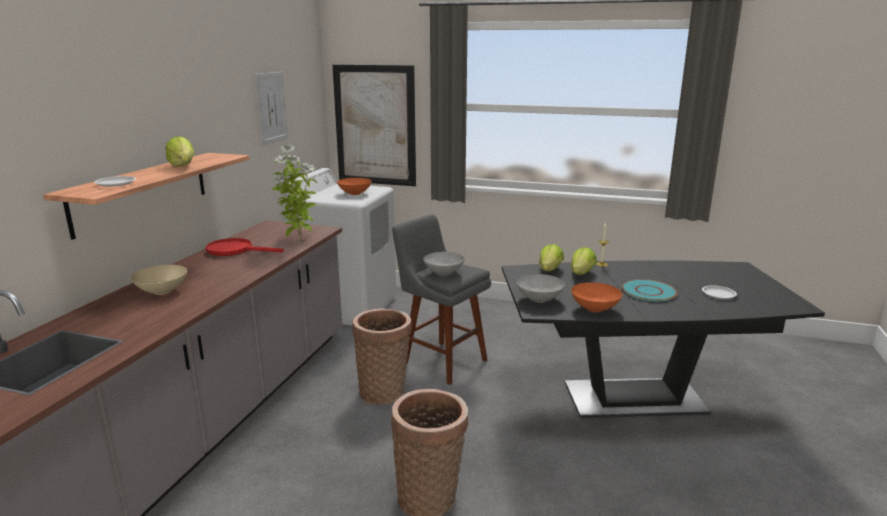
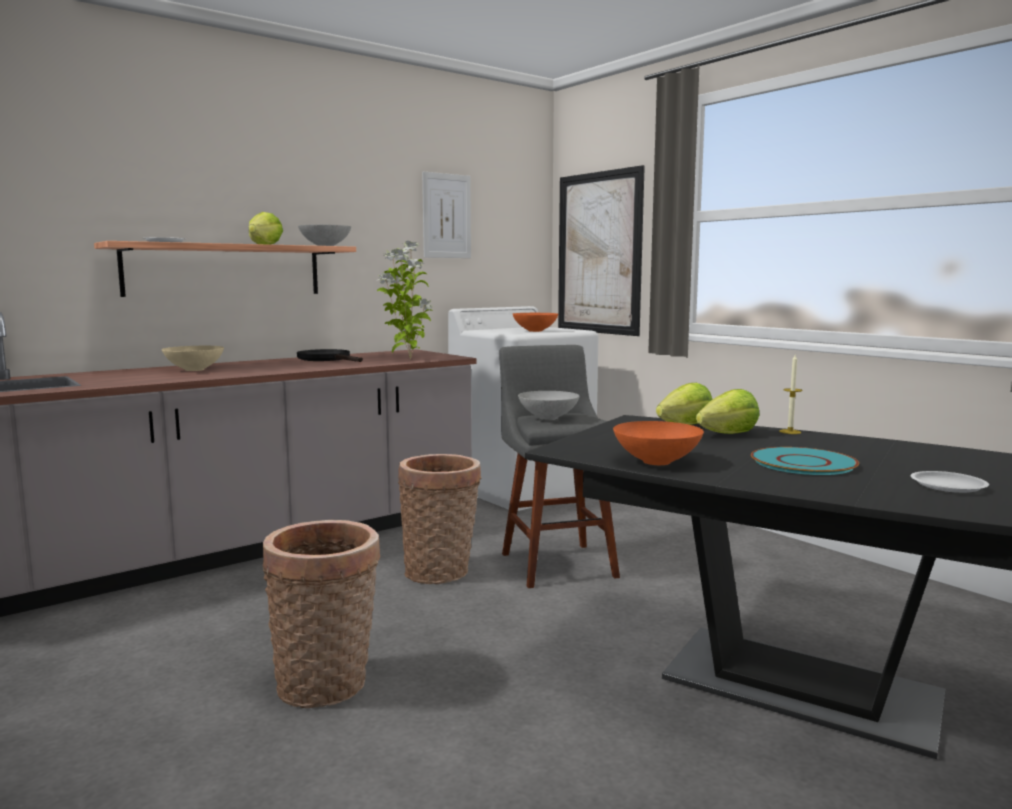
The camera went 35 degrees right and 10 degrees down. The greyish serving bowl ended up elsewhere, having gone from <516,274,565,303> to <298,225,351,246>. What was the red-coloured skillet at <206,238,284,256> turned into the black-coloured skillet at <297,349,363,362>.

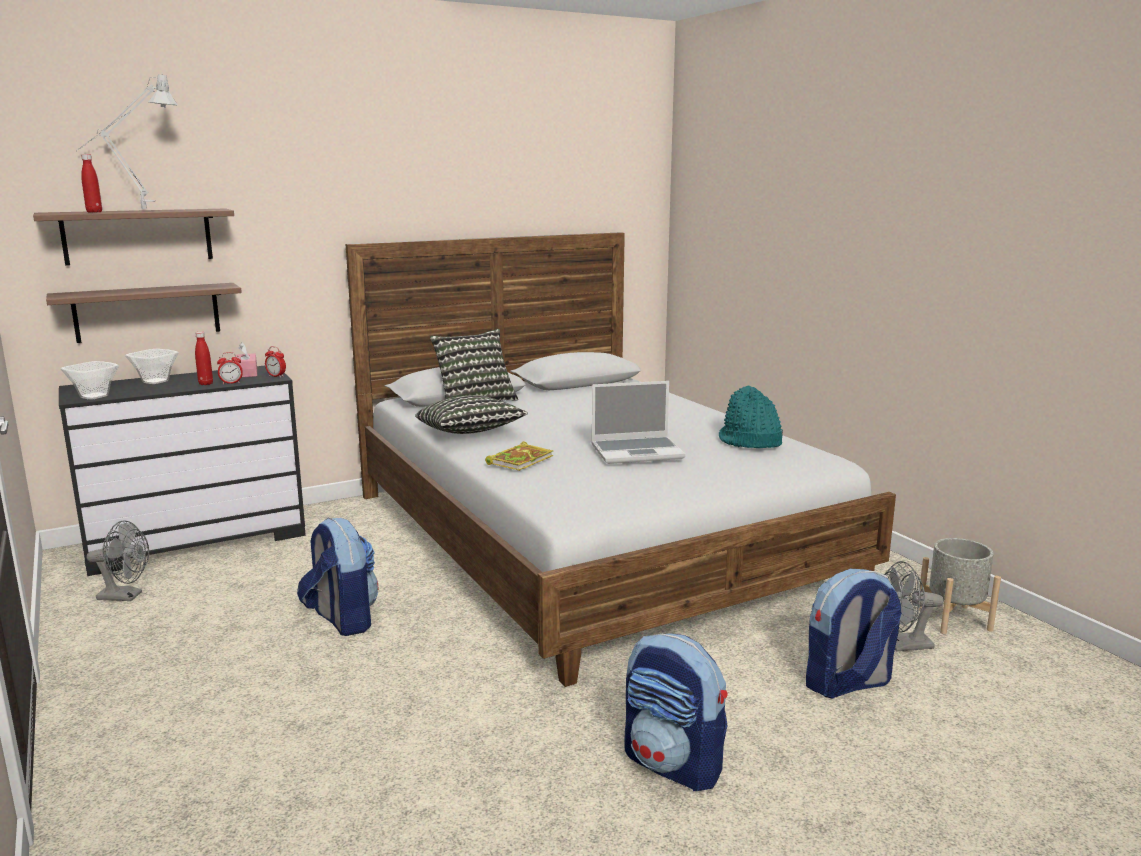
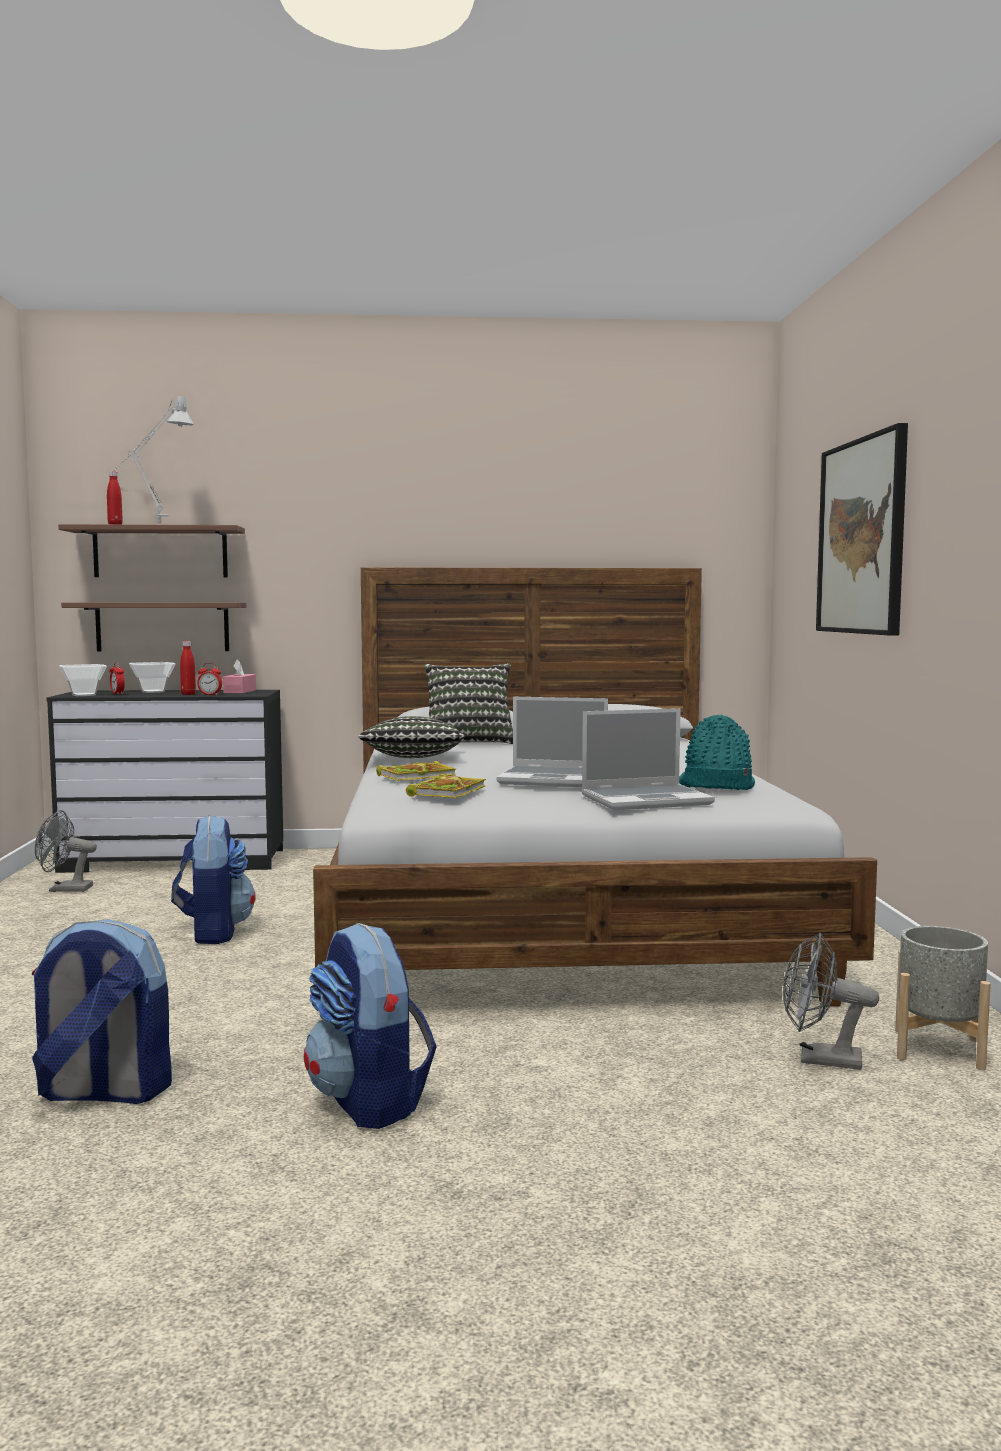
The camera went 25 degrees right and 10 degrees down. The second view gained the book at <406,773,486,798>. The second view gained the laptop at <581,708,715,810>. The second view gained the wall art at <816,423,908,636>. The bedside clock ended up elsewhere, having gone from <265,346,286,378> to <109,662,125,694>. The backpack ended up elsewhere, having gone from <806,569,902,698> to <32,919,172,1104>. The greyish electric fan at <87,520,149,601> ended up facing another way, 150 degrees clockwise from before.

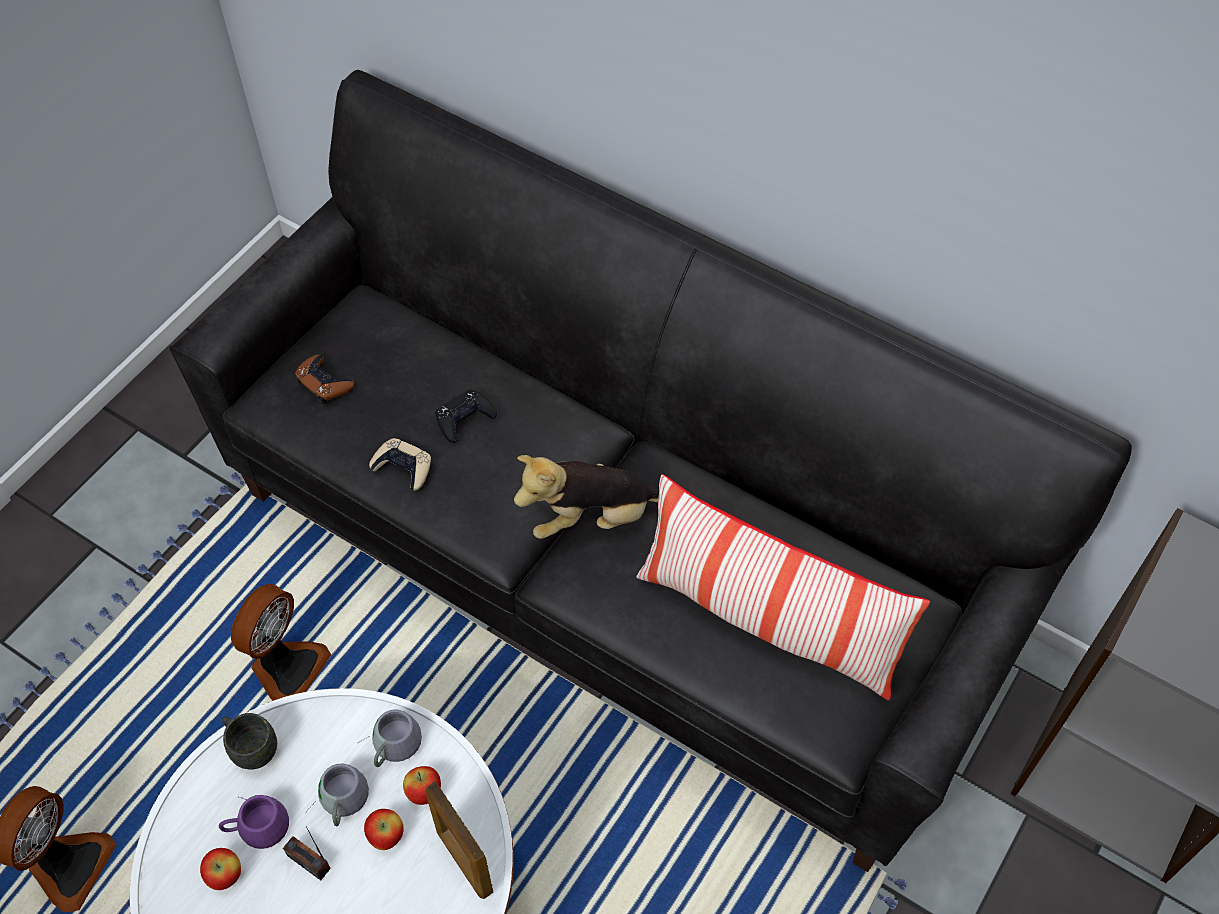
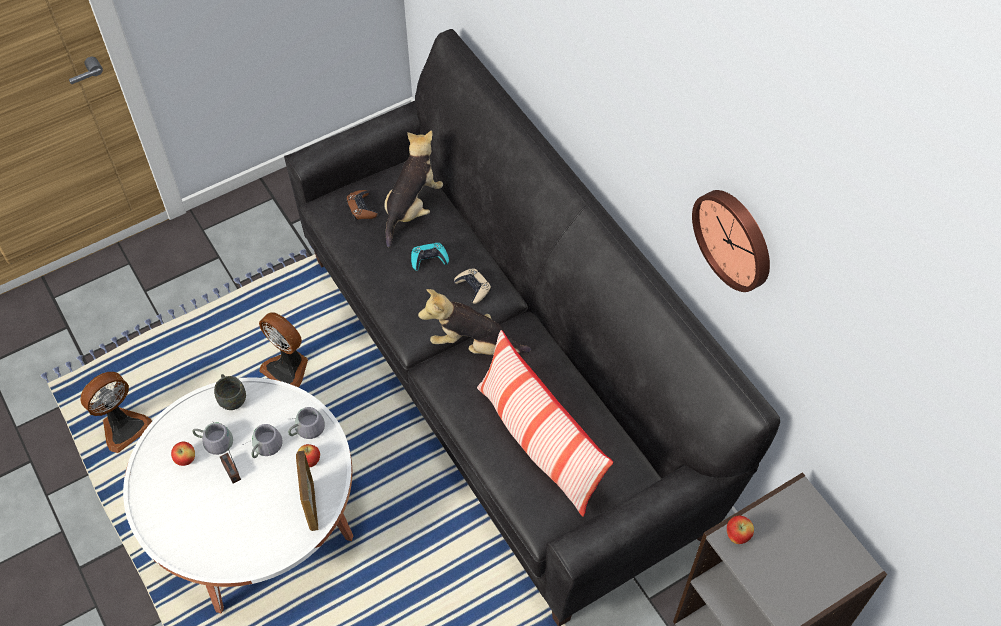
The camera went 25 degrees right and 0 degrees up. The second view gained the soft toy at <384,130,443,248>. The second view gained the clock on the wall at <692,190,770,292>. The apple ended up elsewhere, having gone from <364,809,404,850> to <727,516,754,544>. The sand-coloured joypad ended up elsewhere, having gone from <369,438,431,491> to <454,268,491,304>. What was the purple-coloured mug at <219,795,289,849> turned into the greyish mug at <192,422,233,455>. What was the black-coloured joypad at <435,390,497,443> turned into the blue-green joypad at <411,243,449,271>. The electric fan at <231,584,331,701> ended up facing another way, 75 degrees clockwise from before.

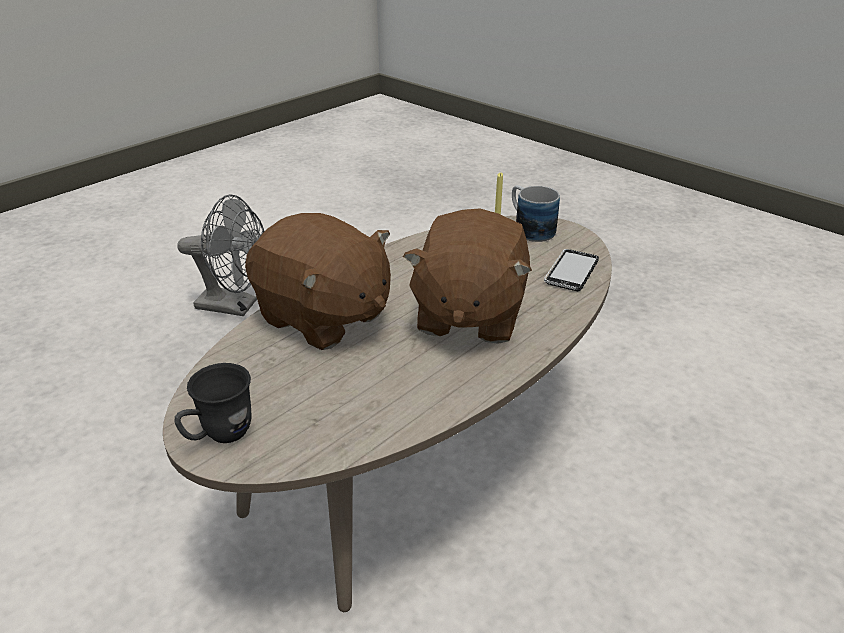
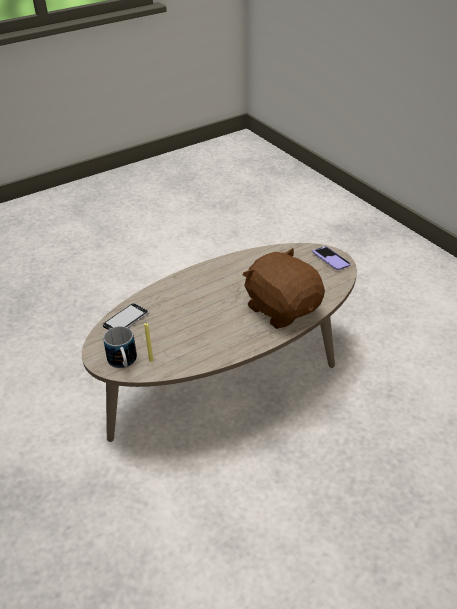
The camera went 165 degrees left and 5 degrees up. The second view lost the greyish electric fan at <177,194,265,316>. The second view lost the brown soft toy at <403,208,532,344>. Where the greyish mug stood at <174,363,251,443>, the telephone came to stand at <312,246,351,270>.

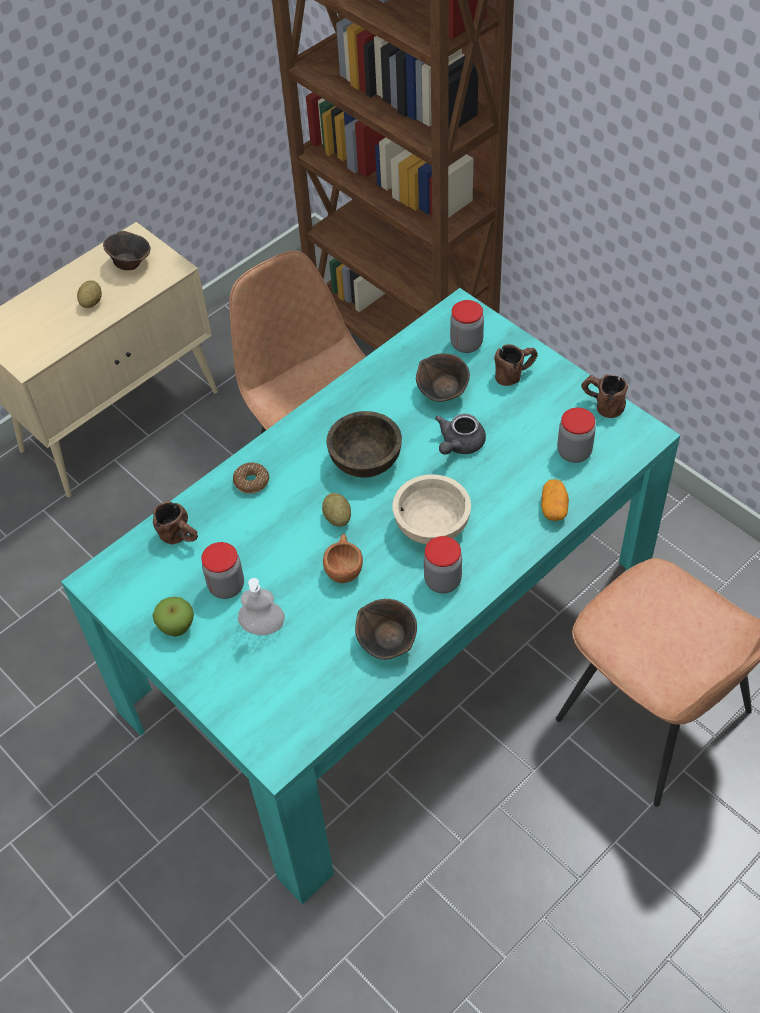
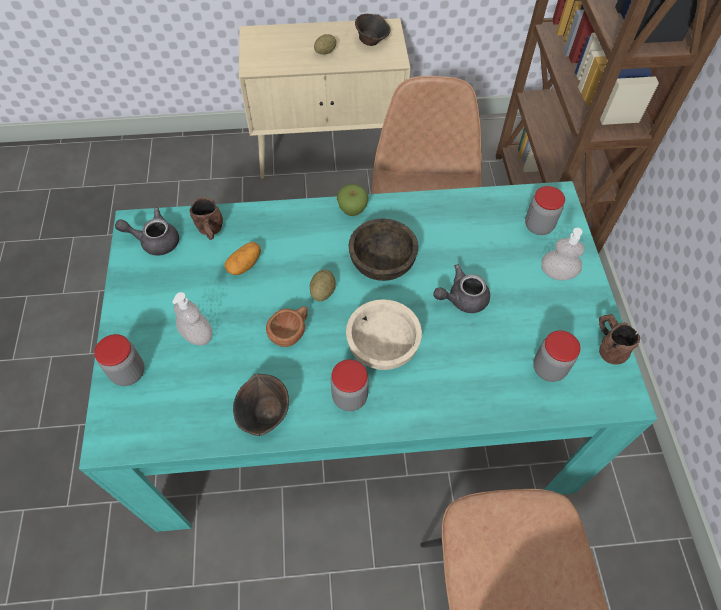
The camera went 35 degrees right and 5 degrees up. The second view lost the ring doughnut at <233,463,269,494>. The second view lost the brown serving bowl at <416,353,470,402>. The second view gained the greyish tea pot at <115,208,179,256>. The apple ended up elsewhere, having gone from <153,597,194,637> to <337,184,369,216>. The preserve jar ended up elsewhere, having gone from <201,542,244,599> to <94,334,144,386>. The whole potato ended up elsewhere, having gone from <541,479,569,521> to <225,242,261,275>. Where the brown mug stood at <494,344,538,386>, the soap bottle came to stand at <541,228,585,280>.

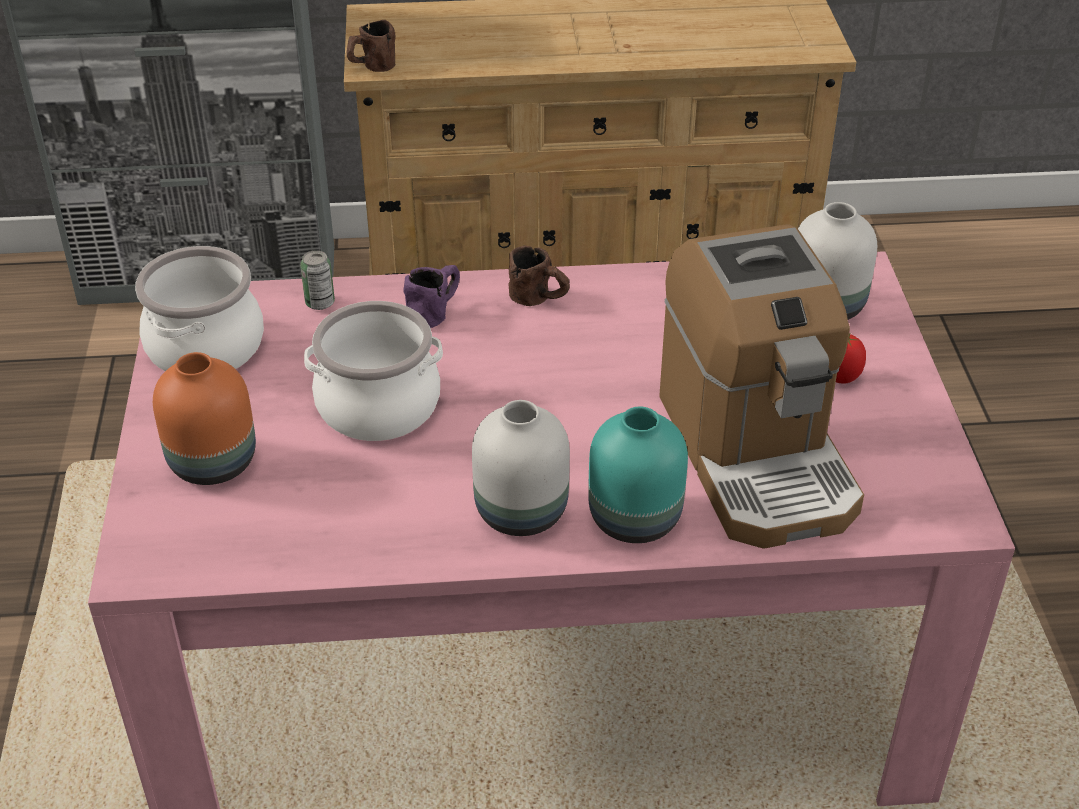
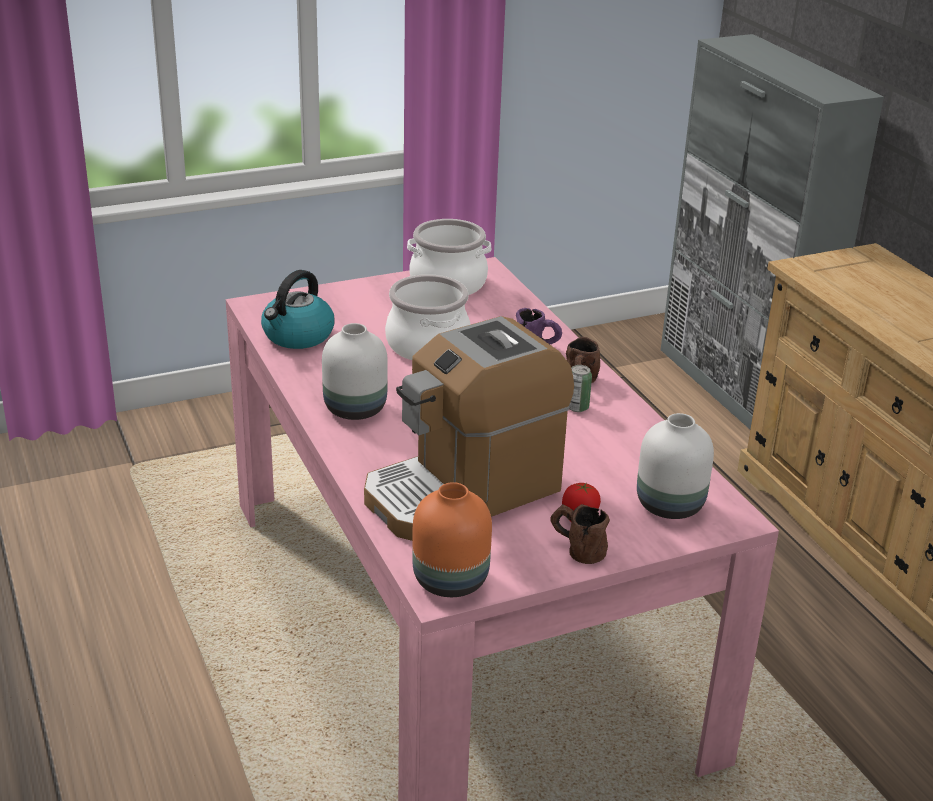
The camera went 70 degrees right and 10 degrees down. The second view lost the blue-green flower vase at <588,407,688,543>. The second view gained the tea kettle at <261,270,335,349>. The orangey flower vase ended up elsewhere, having gone from <153,352,256,485> to <412,482,492,597>. The can ended up elsewhere, having gone from <300,250,335,310> to <569,365,592,412>. The brown mug ended up elsewhere, having gone from <347,20,396,72> to <550,504,610,564>.

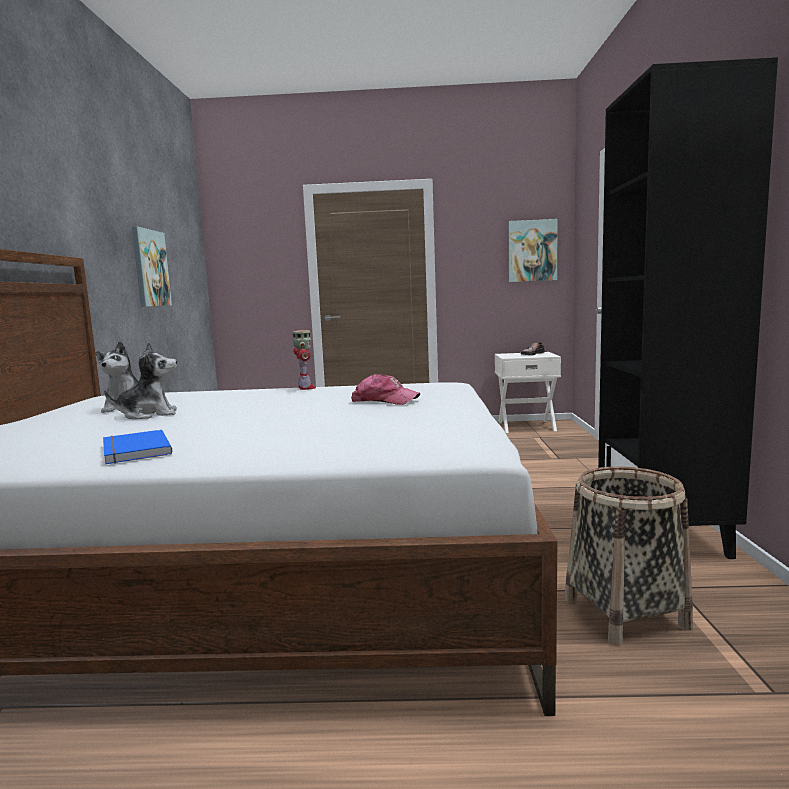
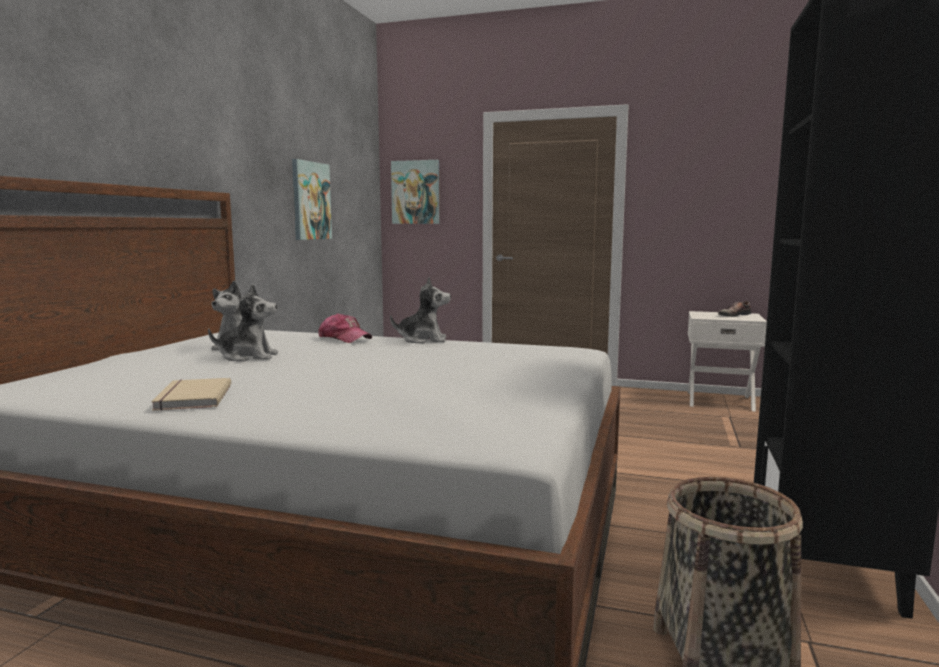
The camera went 15 degrees right and 0 degrees up. The cap ended up elsewhere, having gone from <351,374,420,405> to <318,313,372,343>. The wall art ended up elsewhere, having gone from <508,219,558,282> to <391,160,440,224>. Where the robot figure stood at <292,330,316,390>, the soft toy came to stand at <390,277,451,344>. What was the bluish book at <103,430,172,464> turned into the sand-coloured book at <151,378,231,411>.

